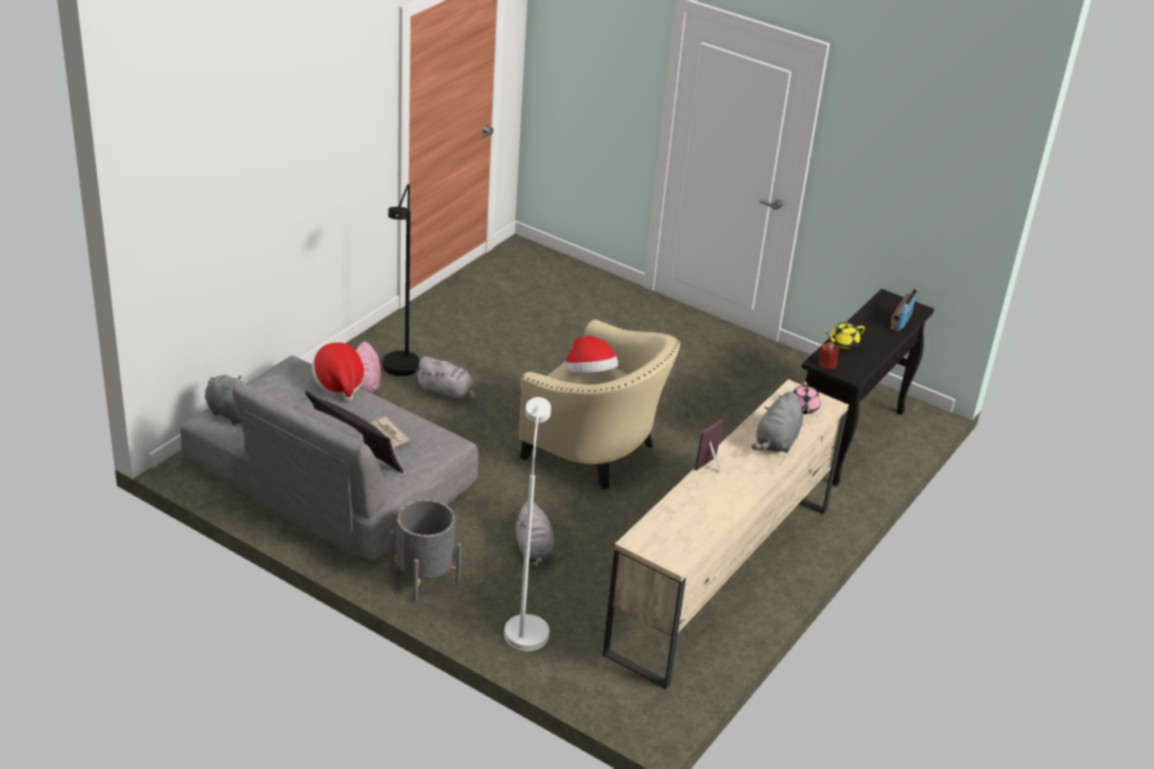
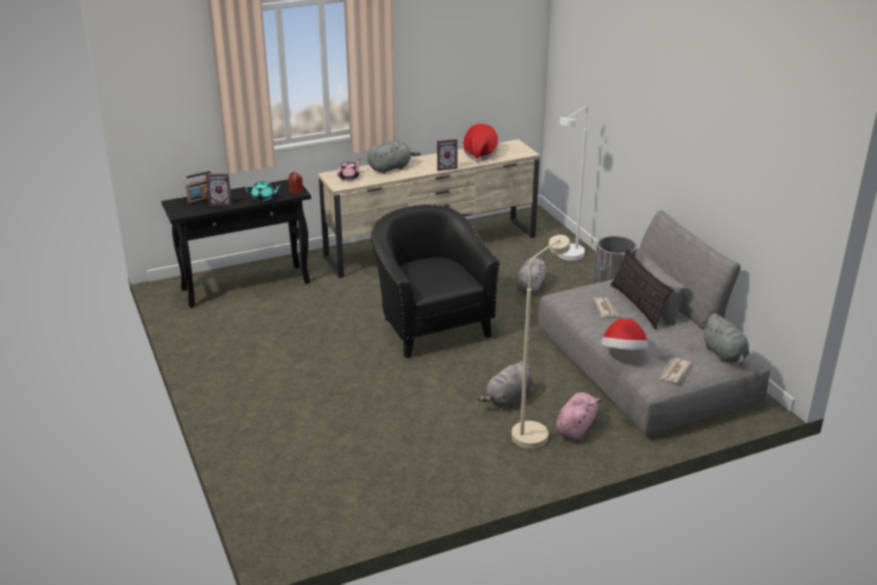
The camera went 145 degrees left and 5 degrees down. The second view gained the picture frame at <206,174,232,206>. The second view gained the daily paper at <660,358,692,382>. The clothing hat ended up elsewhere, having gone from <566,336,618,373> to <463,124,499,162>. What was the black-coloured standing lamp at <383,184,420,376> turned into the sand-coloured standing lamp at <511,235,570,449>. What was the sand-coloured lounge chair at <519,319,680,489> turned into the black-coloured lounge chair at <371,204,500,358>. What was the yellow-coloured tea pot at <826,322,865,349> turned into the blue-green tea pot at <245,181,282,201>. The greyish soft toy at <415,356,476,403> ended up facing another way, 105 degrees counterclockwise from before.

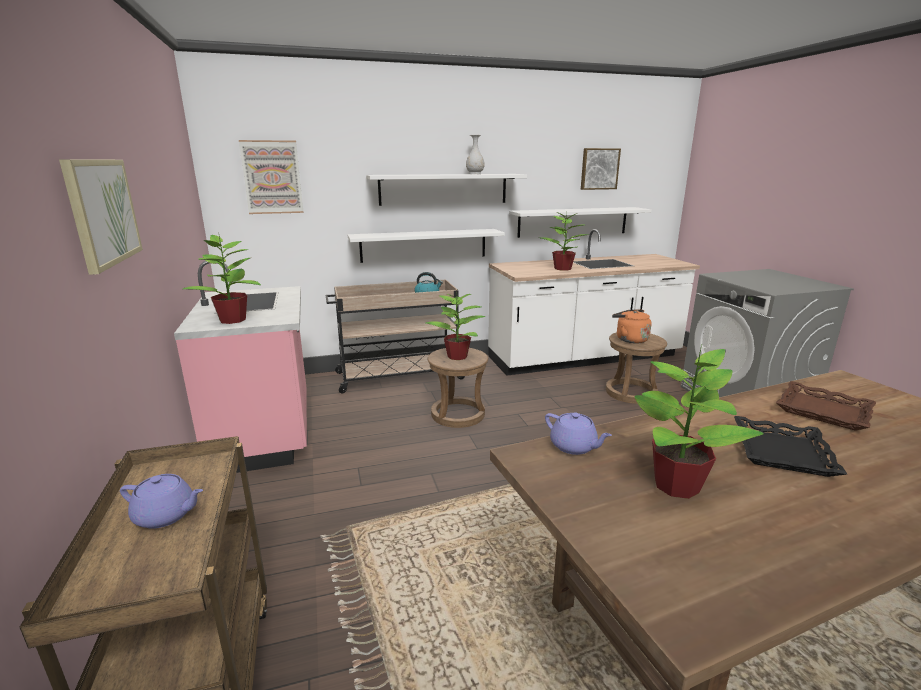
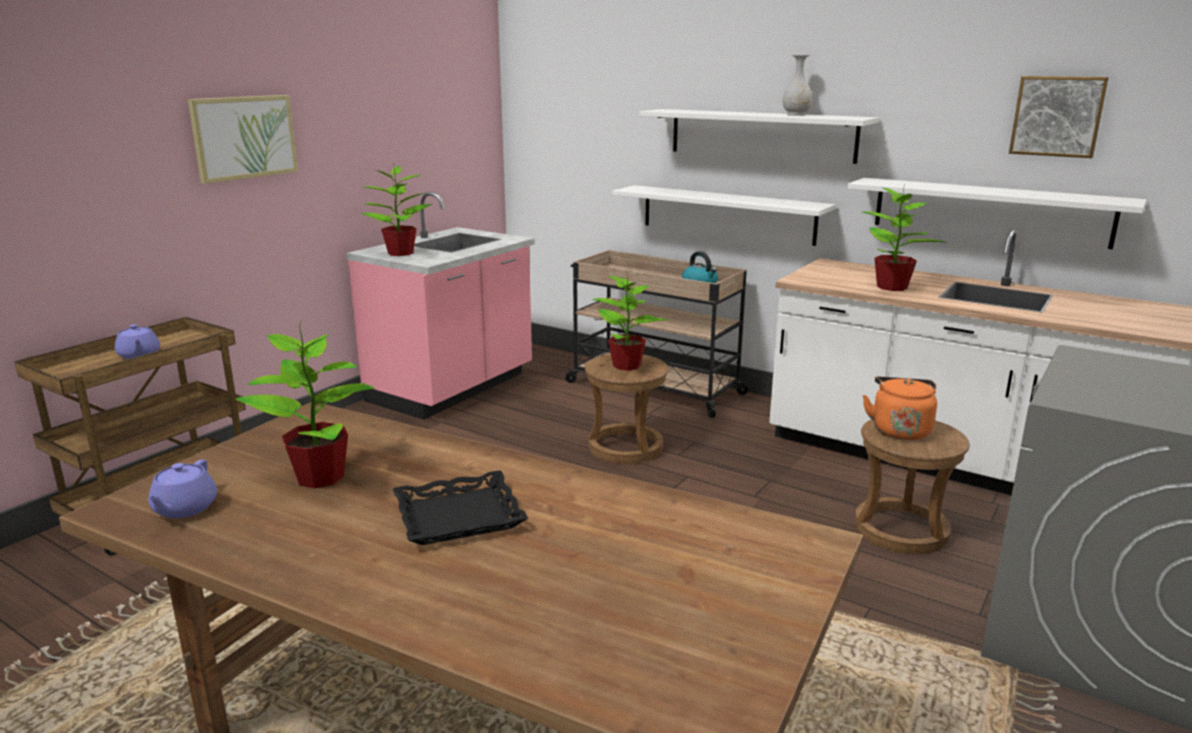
The camera went 50 degrees right and 0 degrees up. The second view lost the wall art at <239,140,304,214>. The second view lost the brown serving tray at <776,381,876,431>. The purple-coloured tea pot ended up elsewhere, having gone from <545,412,612,455> to <147,459,217,518>.

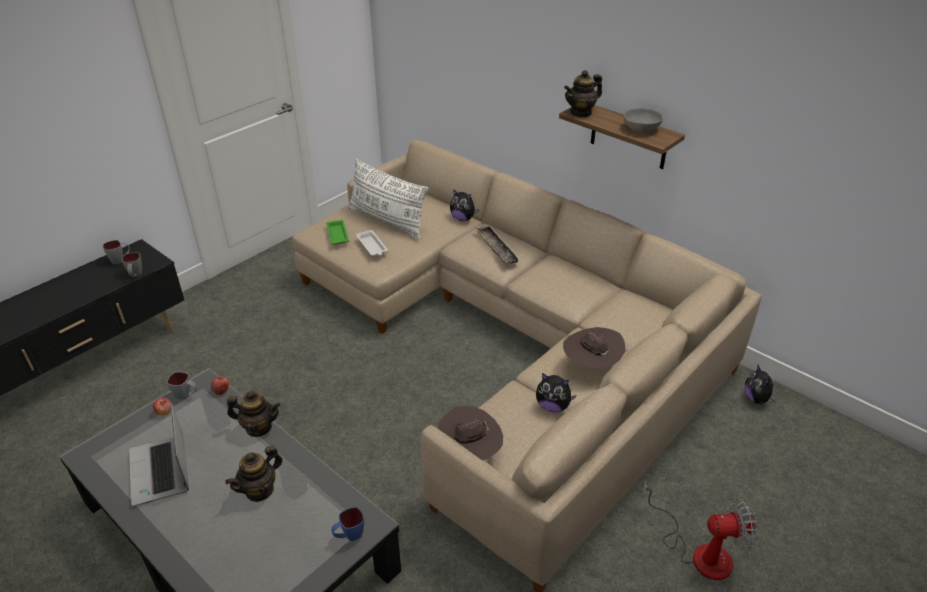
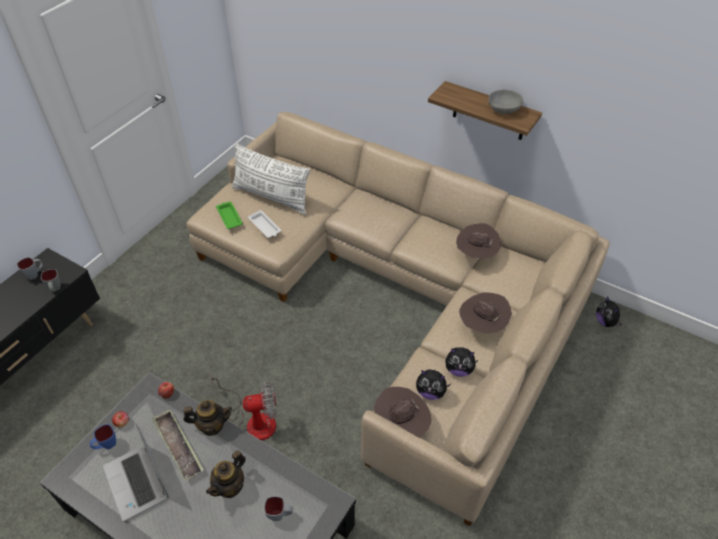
The camera went 10 degrees left and 10 degrees up. The second view lost the tea pot at <564,70,602,117>. The second view gained the brown clothing hat at <456,223,501,259>. The greyish mug ended up elsewhere, having gone from <167,372,197,400> to <264,496,293,521>. The bluish mug ended up elsewhere, having gone from <332,507,364,541> to <90,424,116,449>. The soft toy ended up elsewhere, having gone from <450,189,479,221> to <416,369,451,400>. The serving tray ended up elsewhere, having gone from <475,225,521,264> to <152,409,204,481>. The electric fan ended up elsewhere, having gone from <642,480,758,580> to <210,374,277,440>.

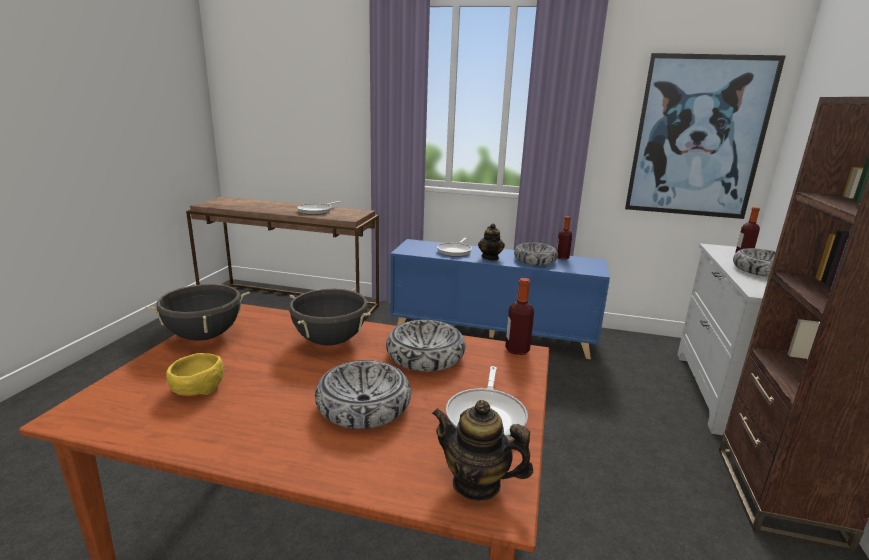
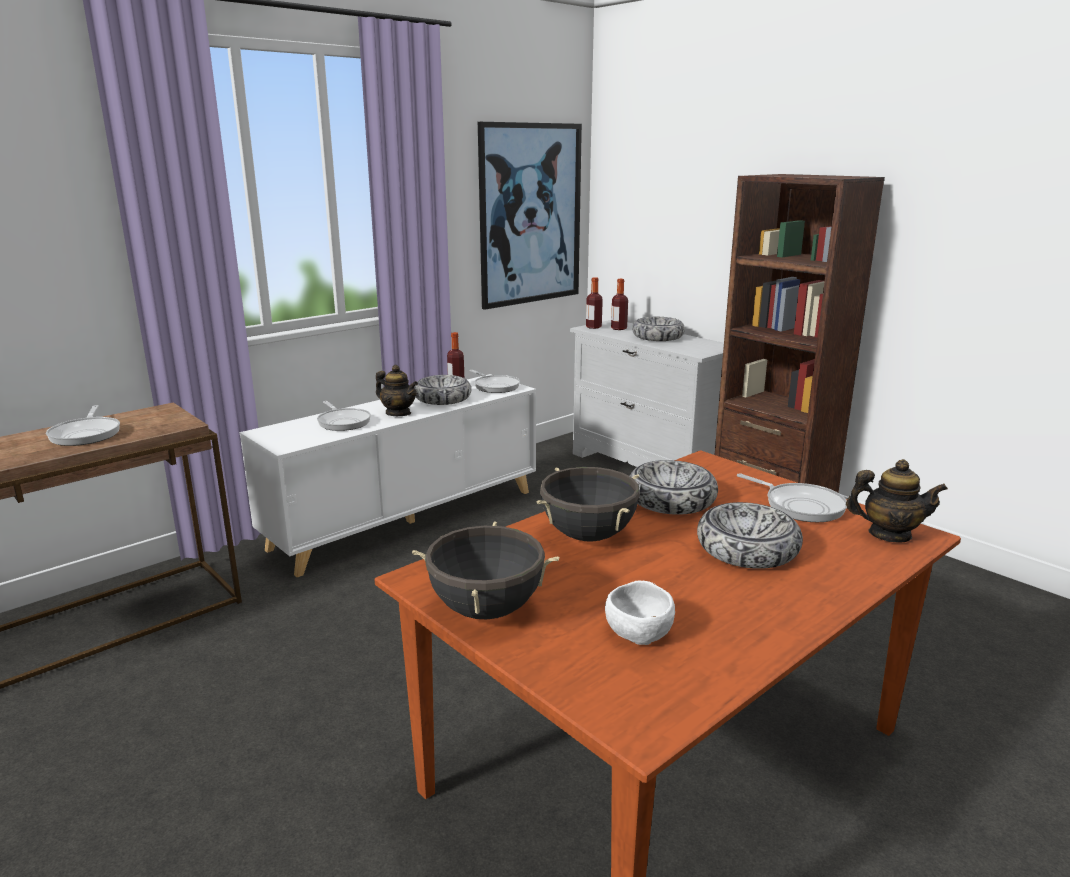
The camera went 55 degrees left and 0 degrees up. The second view gained the skillet at <470,370,520,393>. The bottle ended up elsewhere, having gone from <505,278,534,355> to <586,277,603,329>. What was the yellow-coloured serving bowl at <166,353,224,396> turned into the whitish serving bowl at <605,581,675,645>. What was the bluish cupboard at <390,239,610,359> turned into the whitish cupboard at <240,374,536,577>. The tea pot at <432,400,533,501> ended up facing another way, 135 degrees counterclockwise from before.

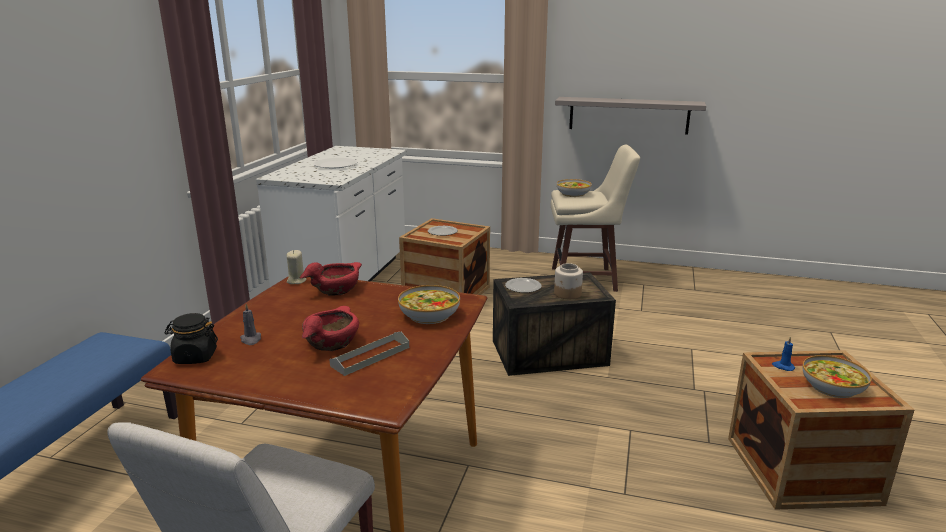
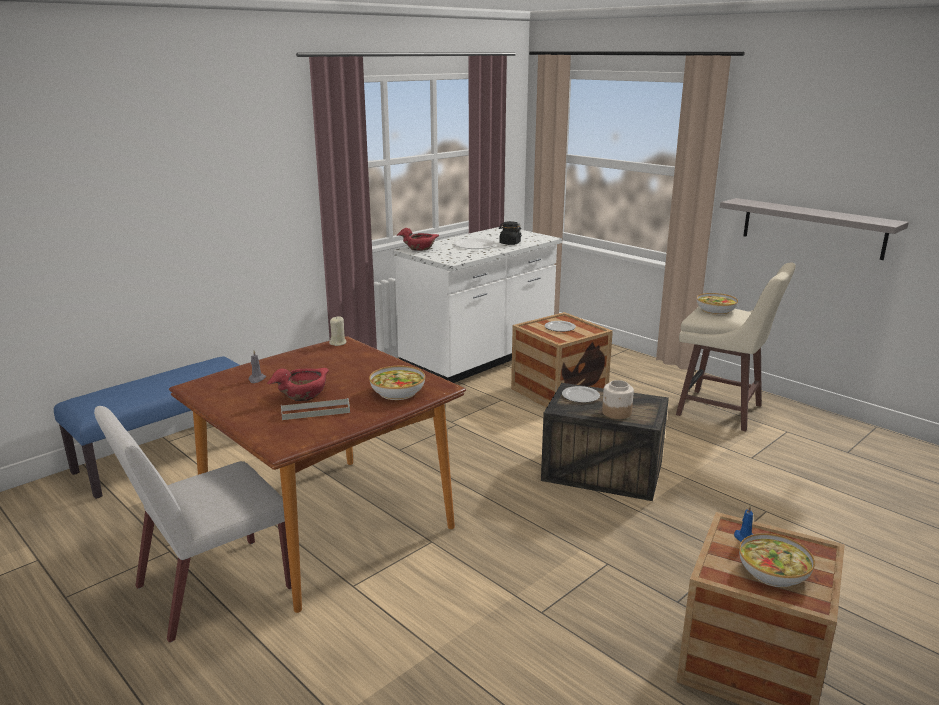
The camera went 30 degrees right and 0 degrees up. The black-coloured preserve jar ended up elsewhere, having gone from <164,313,218,364> to <499,221,522,245>. The red-coloured serving bowl ended up elsewhere, having gone from <300,262,362,296> to <396,228,439,251>.

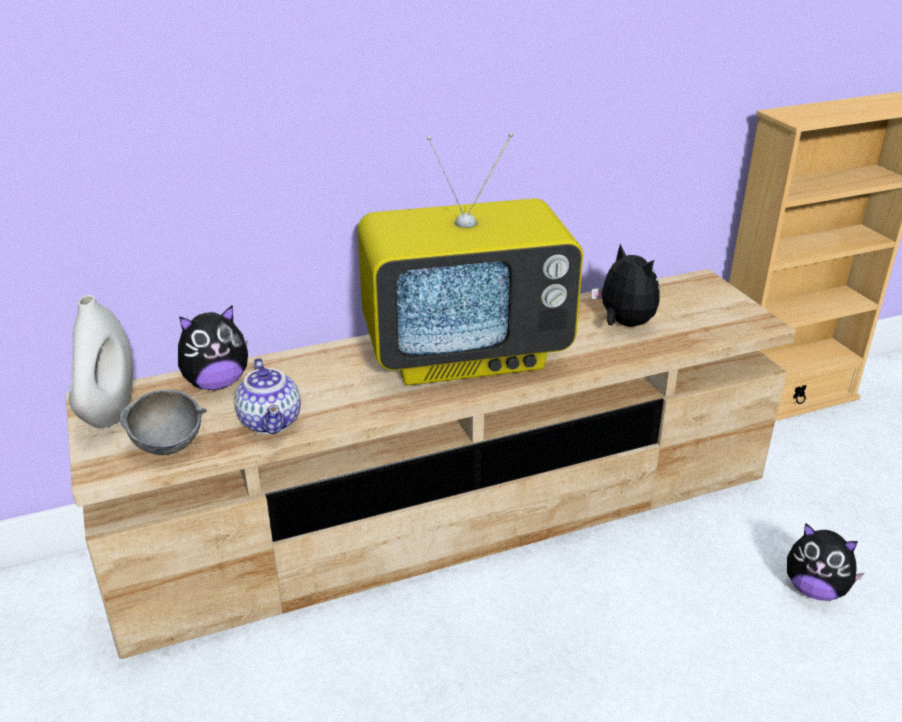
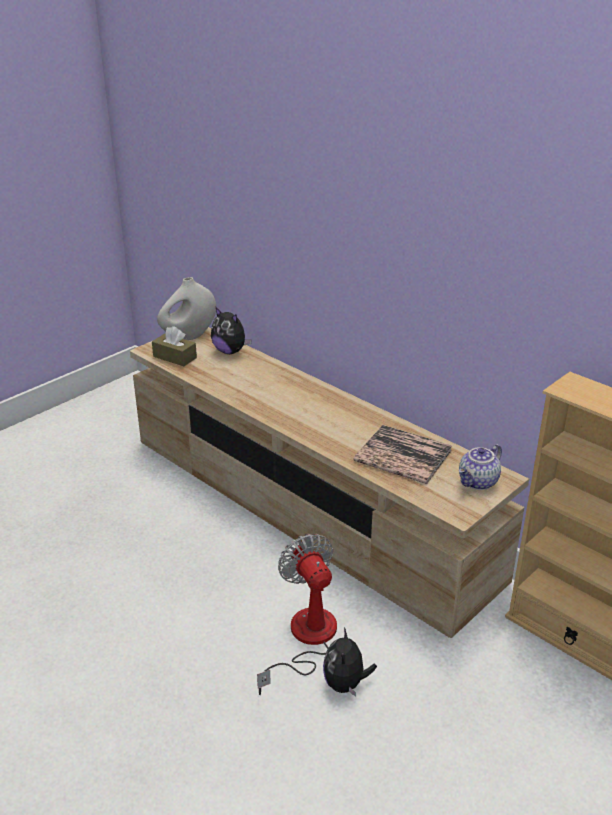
The camera went 65 degrees right and 0 degrees up. The second view lost the TV set at <358,133,583,385>. The second view gained the electric fan at <257,534,337,695>. The tea pot ended up elsewhere, having gone from <234,358,301,434> to <459,444,502,490>. Where the greyish serving bowl stood at <119,390,207,455>, the brown tissue box came to stand at <152,326,197,366>. Where the soft toy stood at <592,243,660,327>, the book came to stand at <353,425,452,484>.

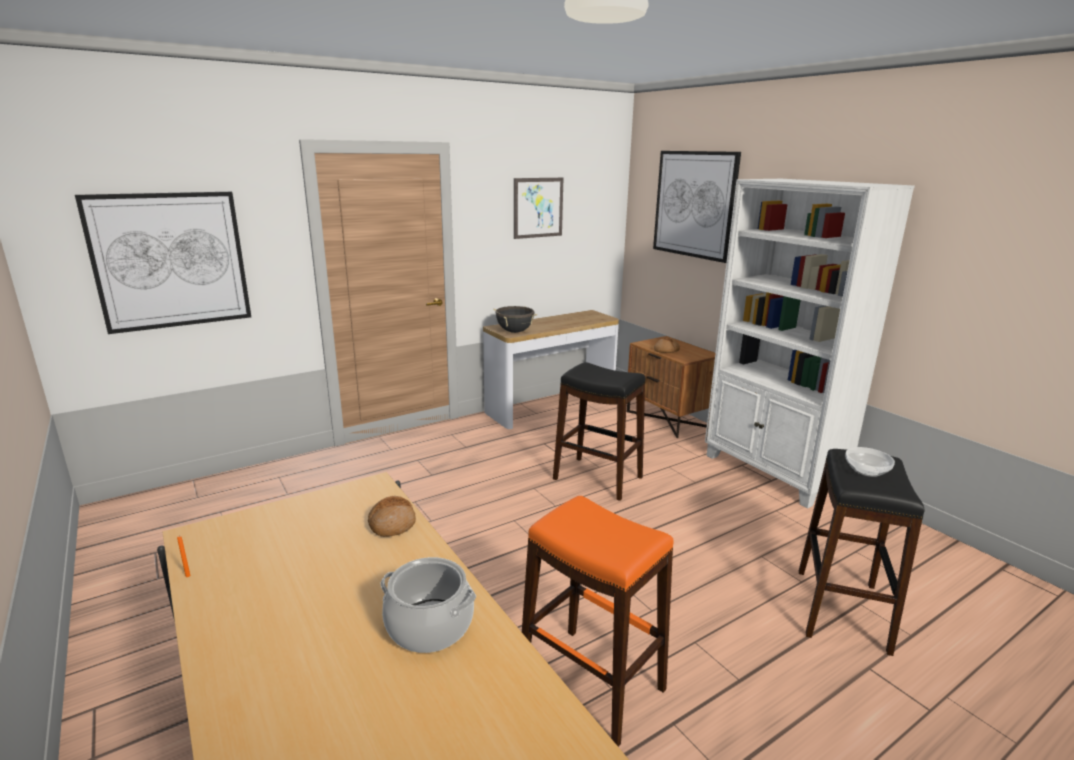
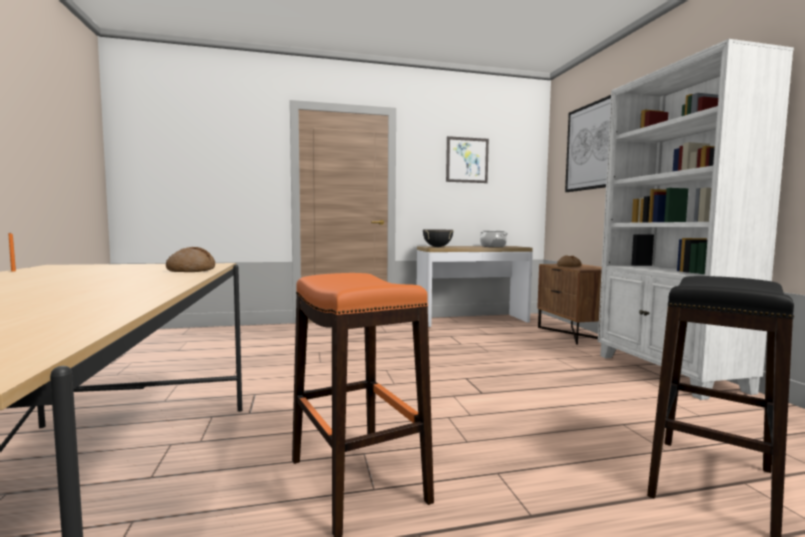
The camera went 20 degrees right and 15 degrees down. The second view lost the wall art at <75,192,251,334>. The second view lost the black-coloured stool seat at <553,362,645,501>. The second view lost the serving bowl at <845,447,895,477>. The cooking pot ended up elsewhere, having gone from <380,557,476,653> to <480,231,508,247>.

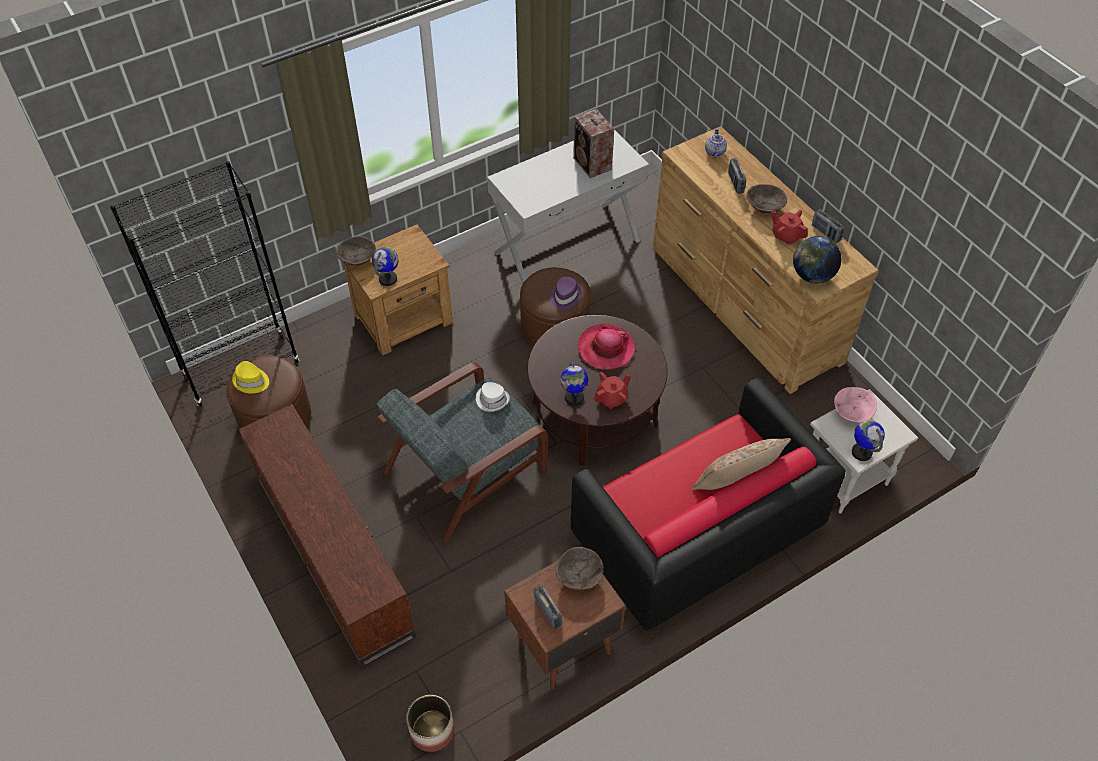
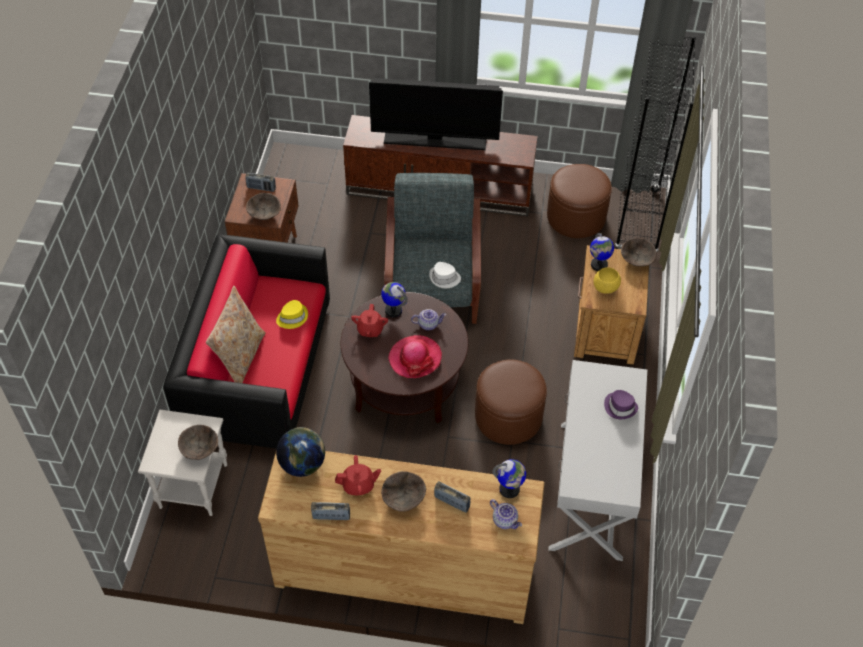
The camera went 130 degrees right and 0 degrees up. The second view lost the flower pot at <406,695,454,752>. The second view lost the audio speaker at <573,109,614,178>. The second view gained the TV set at <369,78,503,150>. The second view gained the tea pot at <411,309,446,330>. The second view gained the yellow-coloured serving bowl at <593,267,621,294>. The yellow-coloured clothing hat ended up elsewhere, having gone from <232,361,269,394> to <276,300,308,329>. The purple-coloured clothing hat ended up elsewhere, having gone from <551,277,581,310> to <604,390,638,419>. The globe ended up elsewhere, having gone from <852,420,885,461> to <493,459,526,498>. What was the pink-coloured serving bowl at <834,387,877,423> turned into the brown serving bowl at <178,425,218,460>.

